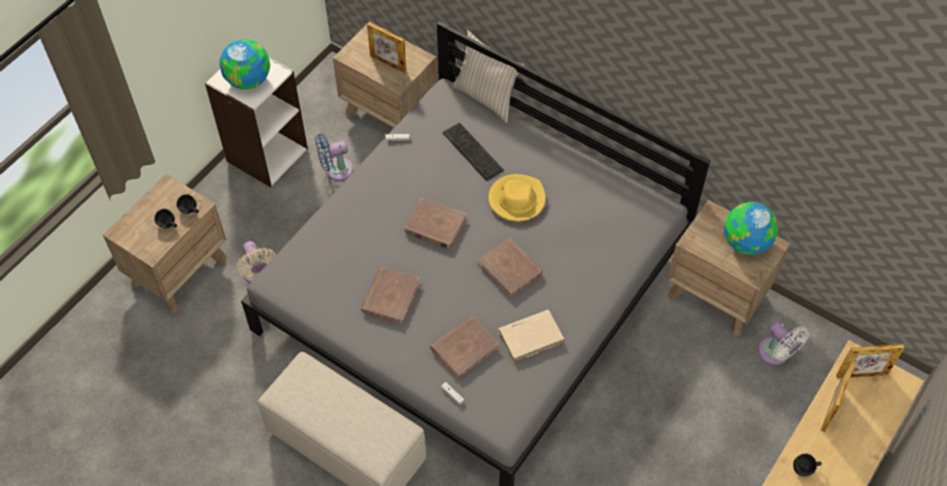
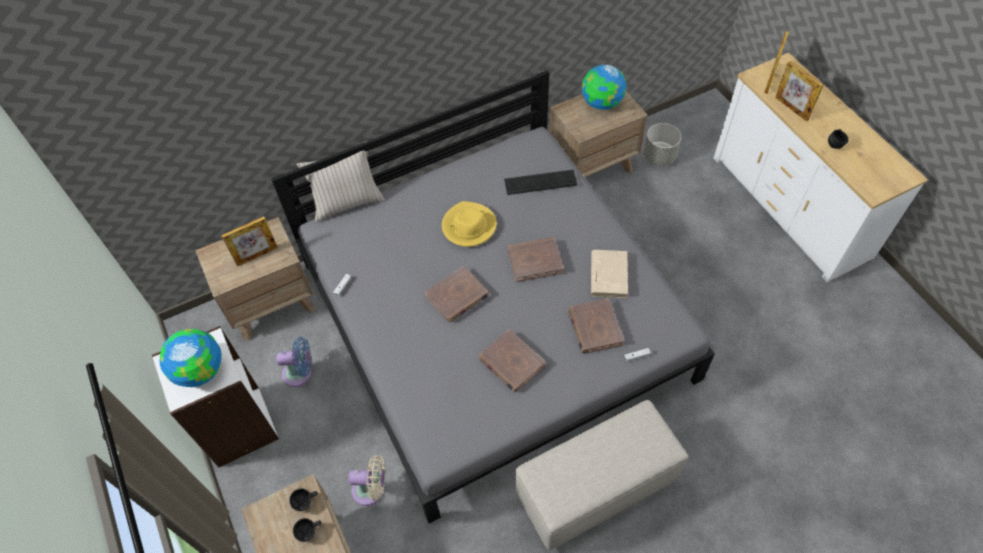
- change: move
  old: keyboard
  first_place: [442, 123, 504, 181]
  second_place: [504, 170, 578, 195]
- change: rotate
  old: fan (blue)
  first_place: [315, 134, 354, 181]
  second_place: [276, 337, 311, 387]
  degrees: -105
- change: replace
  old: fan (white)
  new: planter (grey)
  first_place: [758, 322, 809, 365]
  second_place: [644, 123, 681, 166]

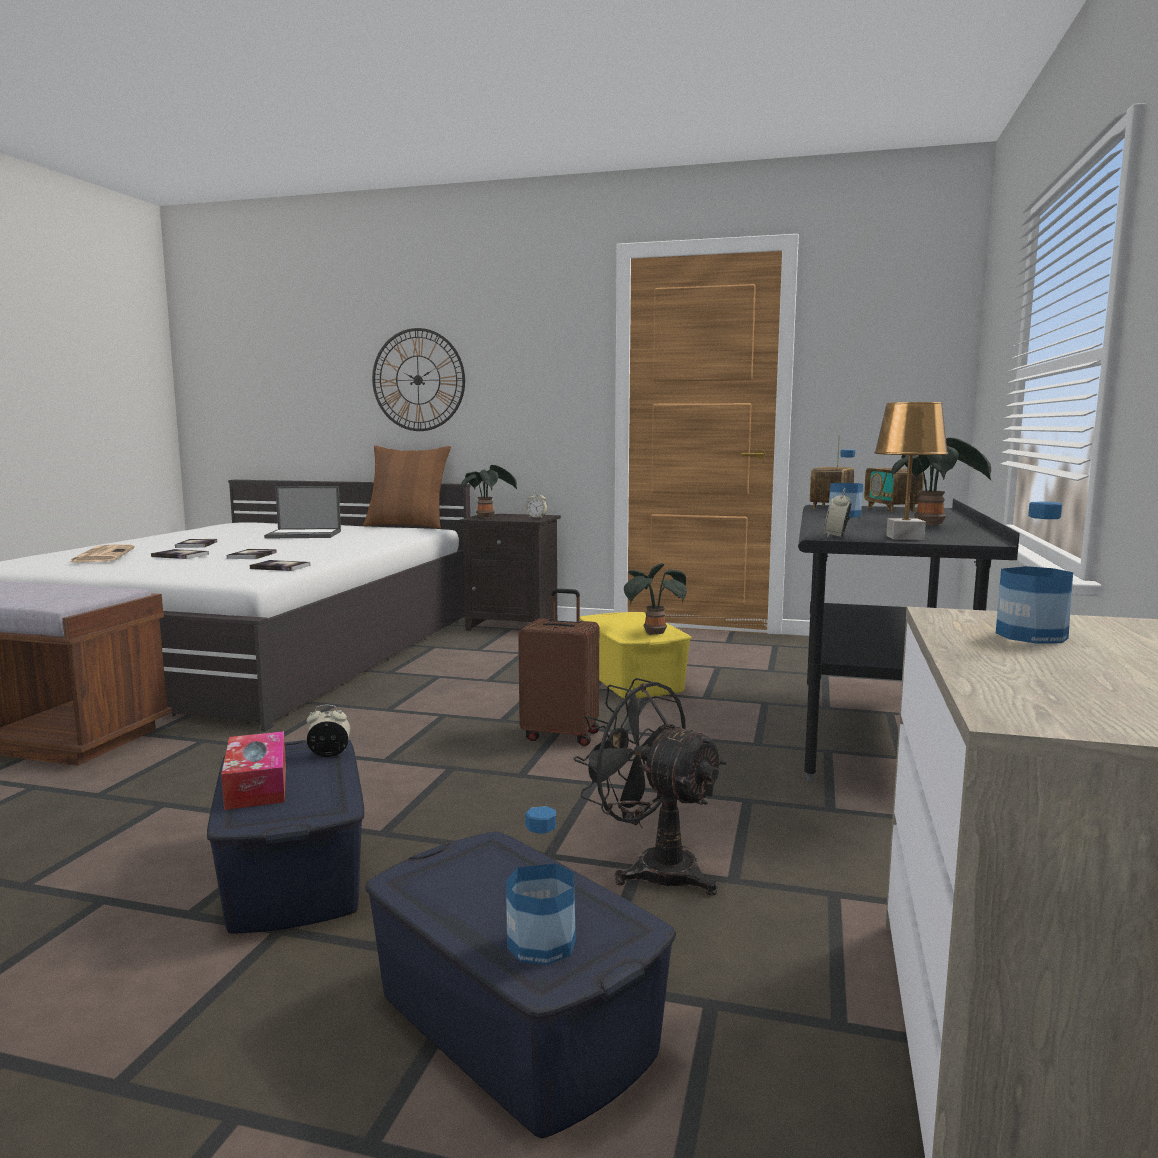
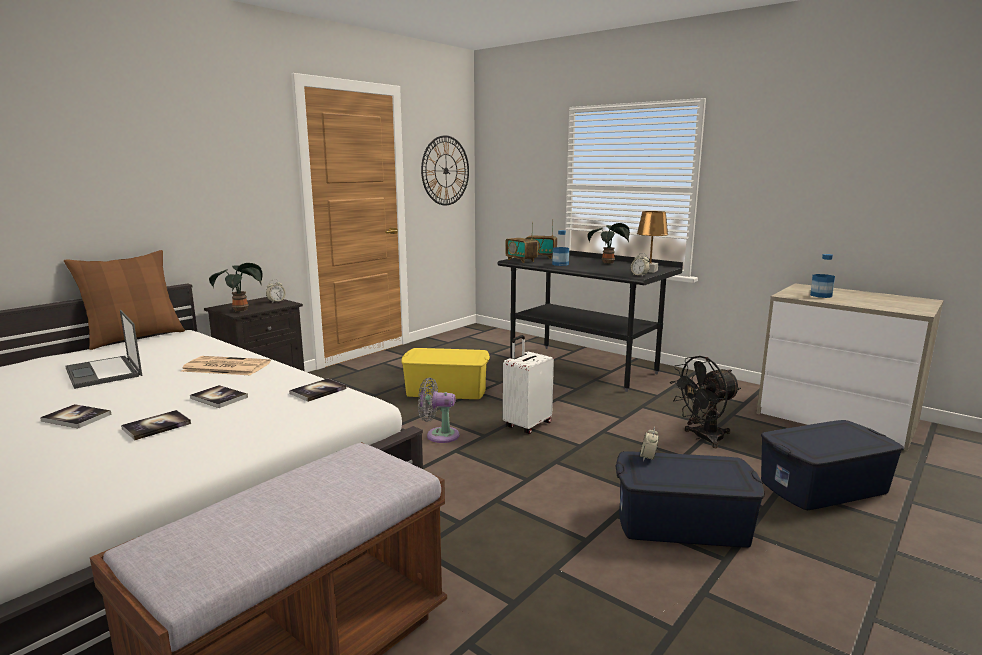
- change: move
  old: wall clock
  first_place: [372, 328, 465, 431]
  second_place: [421, 135, 469, 205]
- change: rotate
  old: laptop
  first_place: [264, 486, 341, 538]
  second_place: [65, 310, 142, 389]
  degrees: 120
- change: move
  old: newspaper
  first_place: [70, 545, 135, 563]
  second_place: [181, 356, 271, 375]
- change: delete
  old: potted plant
  first_place: [624, 563, 687, 635]
- change: recolor
  old: suitcase (brown)
  new: suitcase (white)
  first_place: [518, 589, 599, 746]
  second_place: [503, 335, 554, 434]
- change: delete
  old: tissue box
  first_place: [221, 731, 286, 810]
- change: delete
  old: bottle
  first_place: [506, 806, 576, 965]
- change: insert
  new: fan (grey)
  second_place: [418, 378, 459, 443]

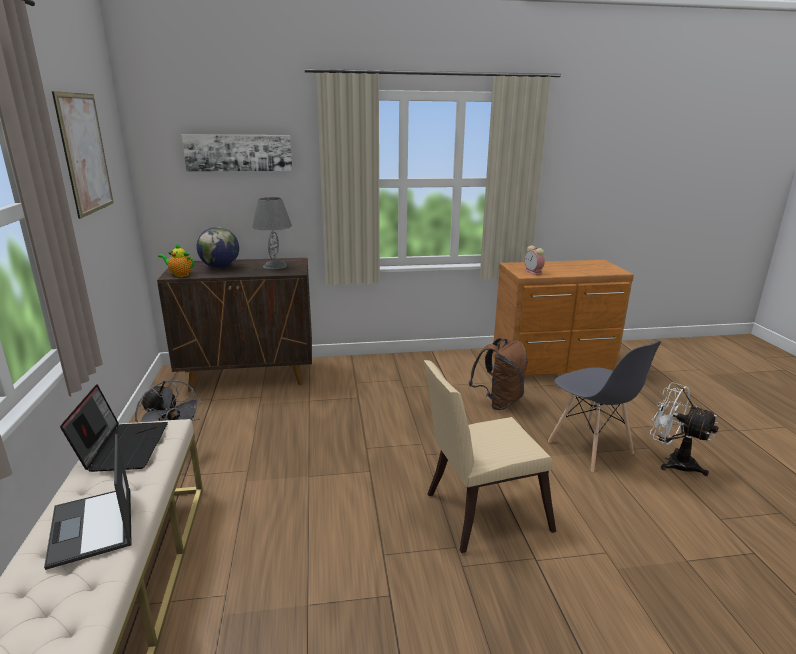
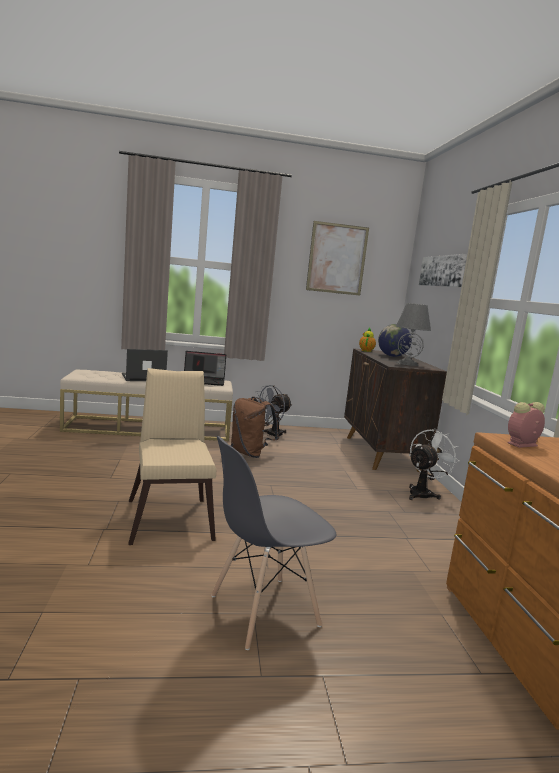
- change: move
  old: backpack (brown)
  first_place: [469, 338, 528, 410]
  second_place: [231, 397, 279, 458]
- change: move
  old: fan (white)
  first_place: [650, 382, 719, 476]
  second_place: [409, 429, 459, 500]

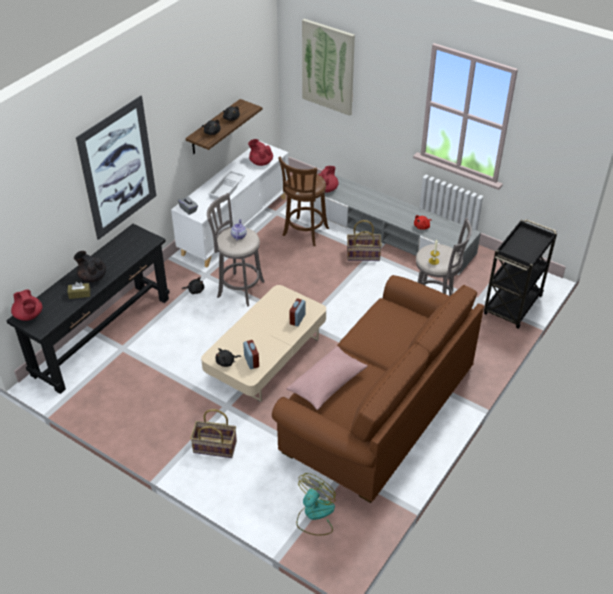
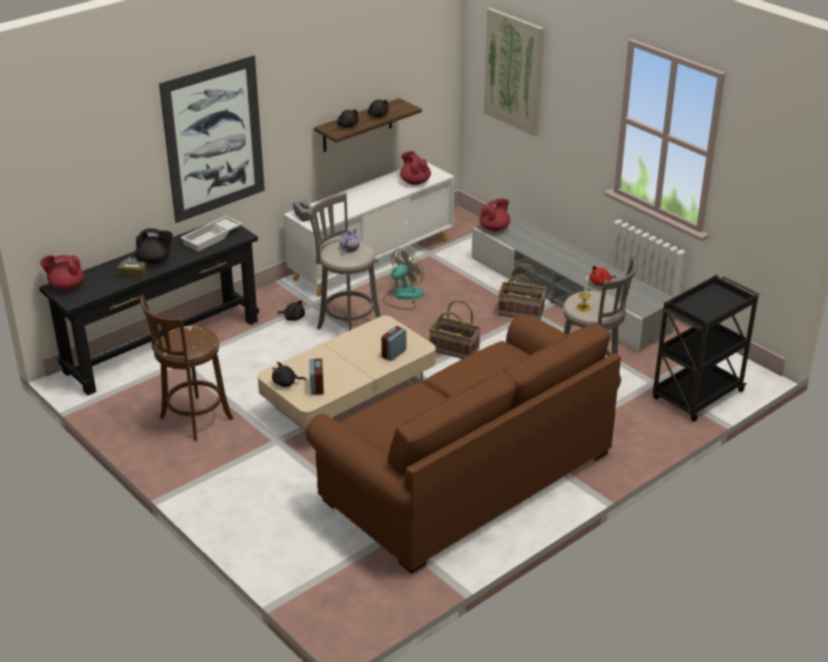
- change: move
  old: stool (brown)
  first_place: [278, 157, 329, 246]
  second_place: [140, 295, 233, 441]
- change: move
  old: tray (white)
  first_place: [208, 170, 245, 203]
  second_place: [180, 216, 242, 252]
- change: rotate
  old: teapot (black)
  first_place: [74, 251, 106, 282]
  second_place: [136, 228, 173, 264]
  degrees: 135
- change: rotate
  old: teapot (red)
  first_place: [11, 290, 43, 321]
  second_place: [40, 255, 84, 290]
  degrees: 105
- change: delete
  old: pillow (pink)
  first_place: [287, 346, 368, 410]
- change: move
  old: basket
  first_place: [190, 409, 237, 458]
  second_place: [429, 300, 481, 359]
- change: move
  old: fan
  first_place: [297, 473, 336, 536]
  second_place: [383, 248, 425, 310]

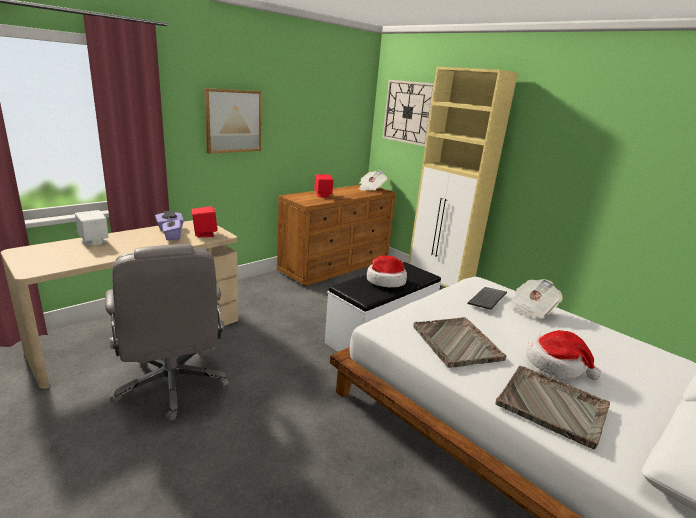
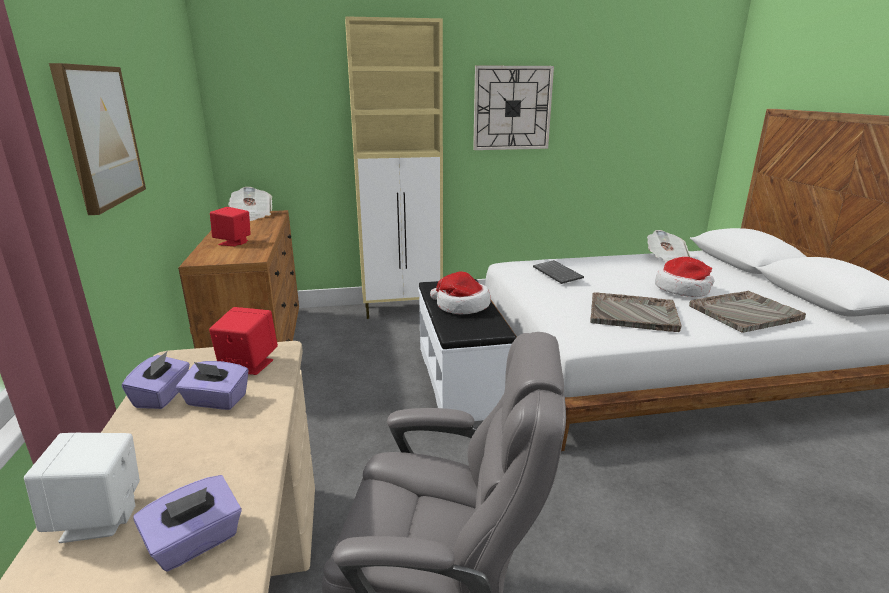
- change: move
  old: wall clock
  first_place: [382, 80, 434, 146]
  second_place: [473, 65, 554, 150]
- change: move
  old: newspaper
  first_place: [513, 279, 563, 318]
  second_place: [647, 230, 691, 262]
- change: insert
  new: tissue box (purple)
  second_place: [133, 475, 242, 571]

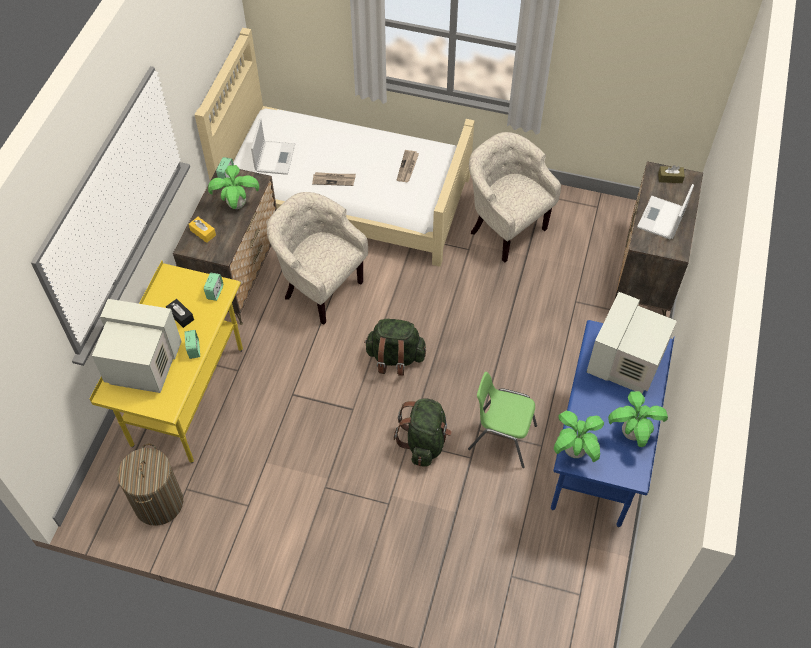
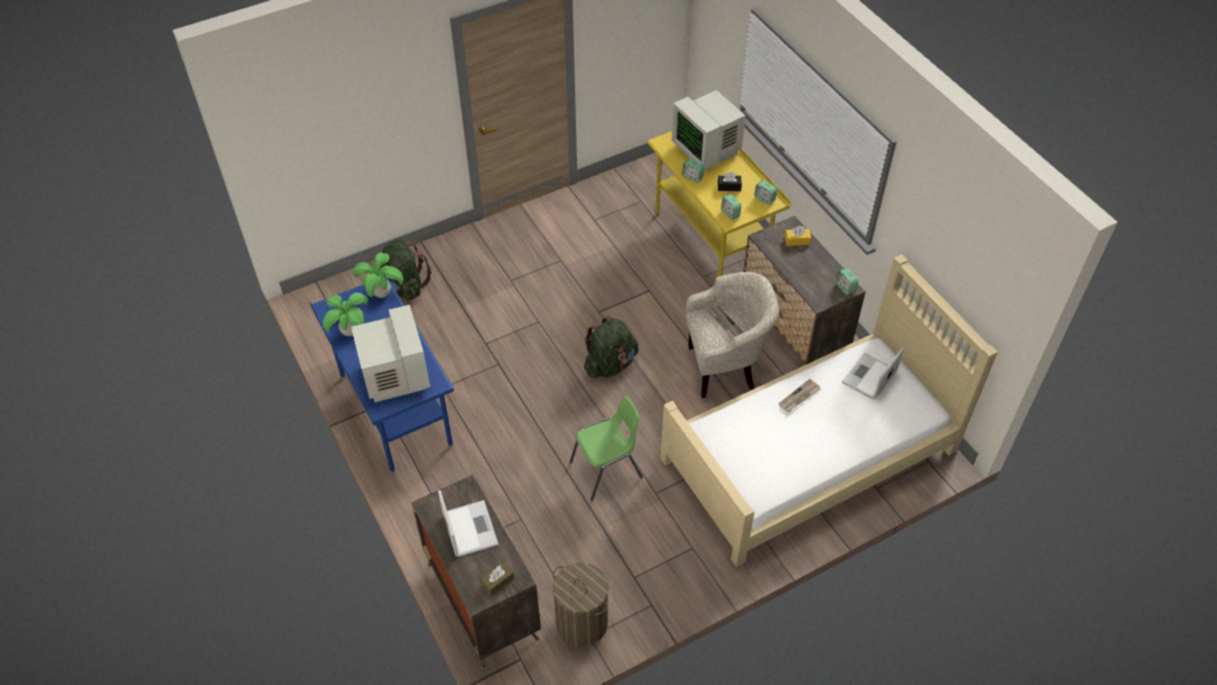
- change: rotate
  old: laptop
  first_place: [251, 118, 295, 175]
  second_place: [842, 347, 904, 400]
  degrees: 75
- change: delete
  old: armchair (beige)
  first_place: [469, 132, 561, 263]
- change: move
  old: newspaper
  first_place: [397, 150, 419, 182]
  second_place: [707, 306, 744, 339]
- change: delete
  old: potted plant
  first_place: [208, 165, 259, 209]
- change: rotate
  old: monitor
  first_place: [92, 299, 182, 393]
  second_place: [672, 90, 746, 170]
  degrees: 90
- change: move
  old: chair (green)
  first_place: [468, 372, 537, 468]
  second_place: [569, 396, 643, 501]
- change: move
  old: backpack (green)
  first_place: [394, 398, 452, 467]
  second_place: [381, 240, 431, 301]
- change: move
  old: laundry basket
  first_place: [117, 444, 183, 526]
  second_place: [553, 563, 609, 647]
- change: insert
  new: alarm clock
  second_place: [754, 180, 777, 205]

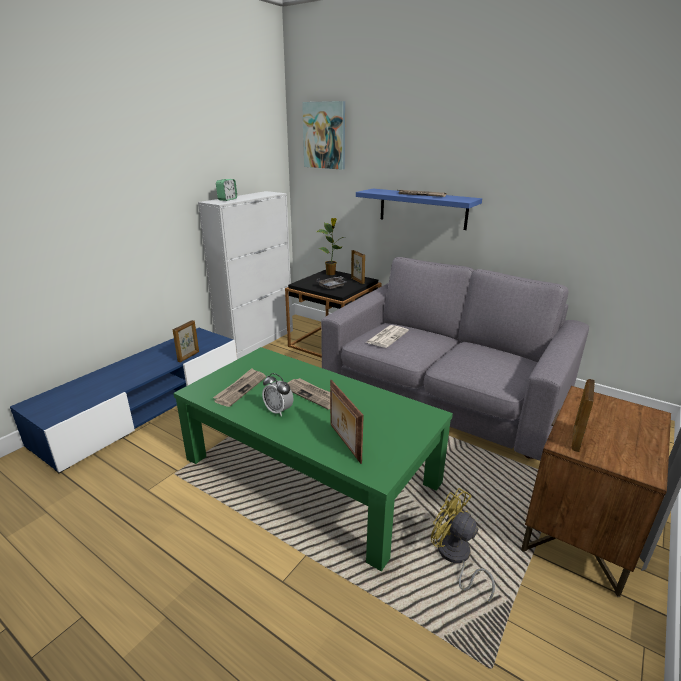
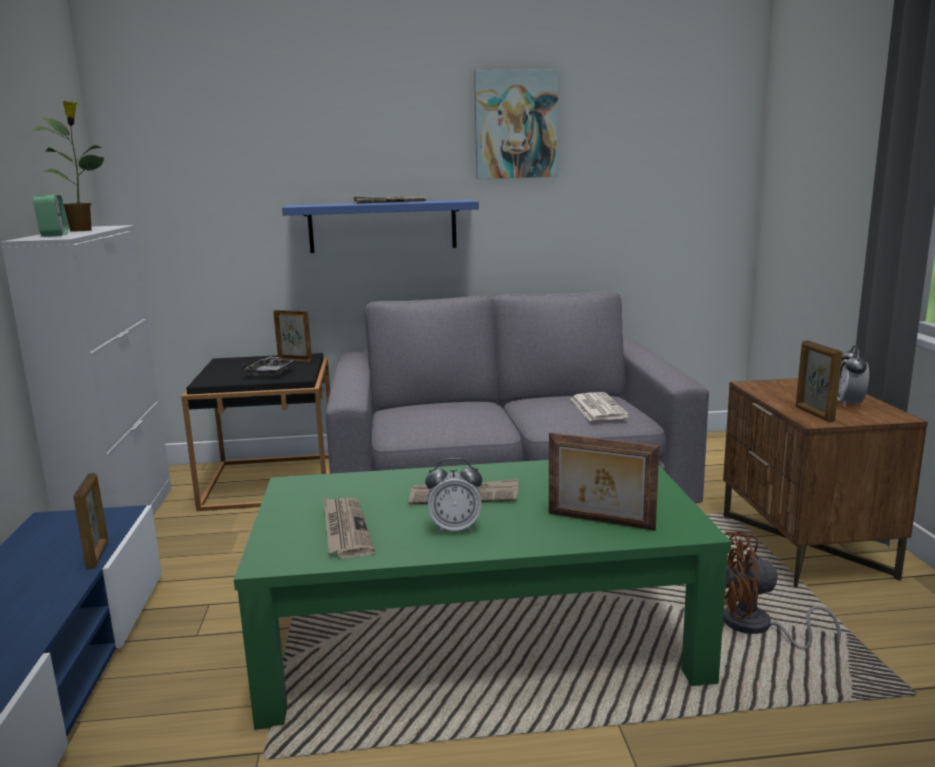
- change: move
  old: picture
  first_place: [302, 101, 345, 170]
  second_place: [474, 69, 558, 179]
- change: move
  old: potted plant
  first_place: [317, 218, 346, 275]
  second_place: [32, 101, 104, 232]
- change: move
  old: newspaper
  first_place: [365, 325, 409, 348]
  second_place: [571, 392, 630, 421]
- change: recolor
  old: fan (yellow)
  new: fan (brown)
  first_place: [431, 488, 495, 604]
  second_place: [723, 531, 841, 650]
- change: insert
  new: alarm clock
  second_place: [837, 345, 869, 407]

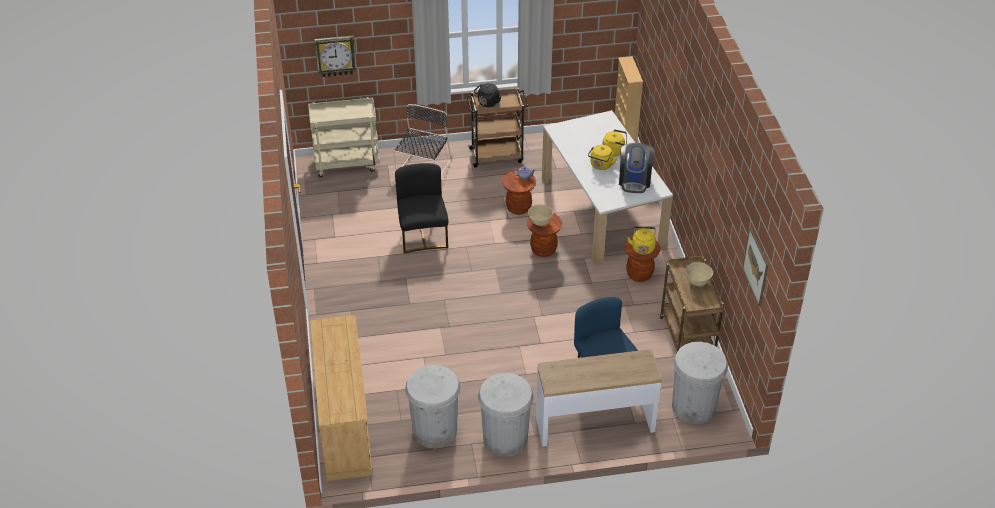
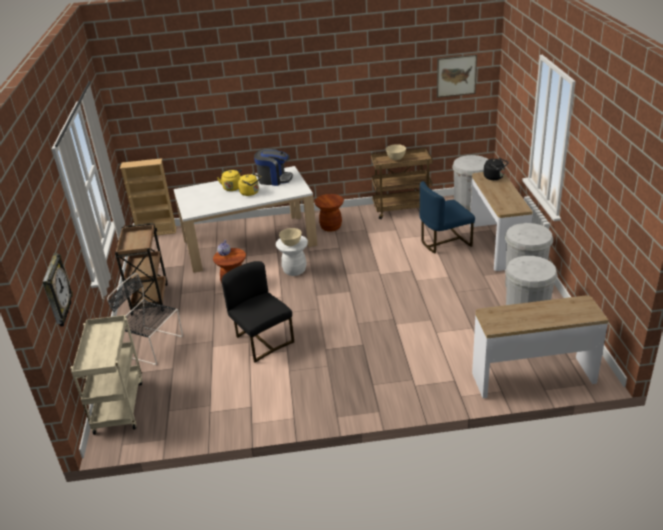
- change: move
  old: kettle (black)
  first_place: [474, 83, 501, 107]
  second_place: [484, 158, 509, 180]
- change: rotate
  old: chair (black)
  first_place: [395, 163, 448, 253]
  second_place: [221, 261, 294, 363]
  degrees: 60
- change: recolor
  old: stool (brown)
  new: stool (white)
  first_place: [527, 213, 562, 257]
  second_place: [276, 236, 308, 276]
- change: delete
  old: kettle (yellow)
  first_place: [627, 226, 656, 255]
- change: replace
  old: dresser (beige)
  new: console table
  first_place: [310, 315, 373, 481]
  second_place: [472, 295, 609, 398]

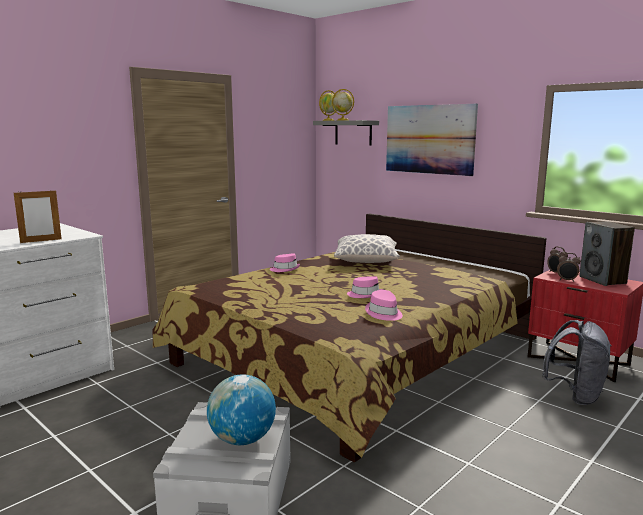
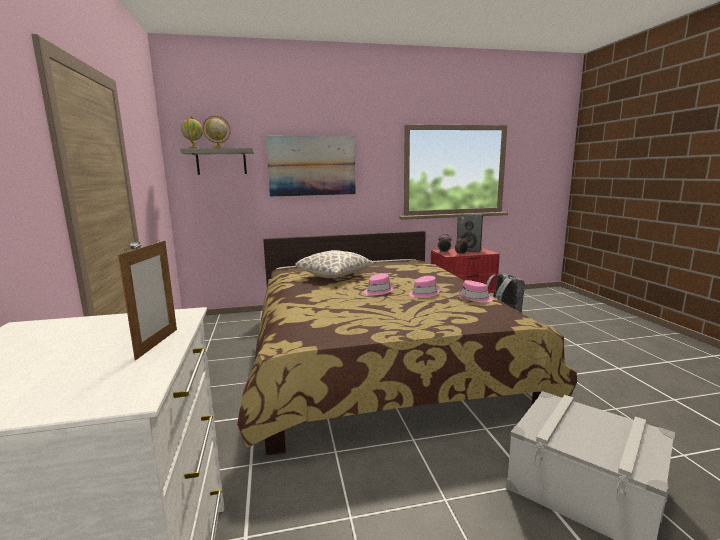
- change: move
  old: hat (pink)
  first_place: [270, 253, 300, 272]
  second_place: [364, 273, 394, 295]
- change: delete
  old: globe
  first_place: [207, 374, 276, 445]

